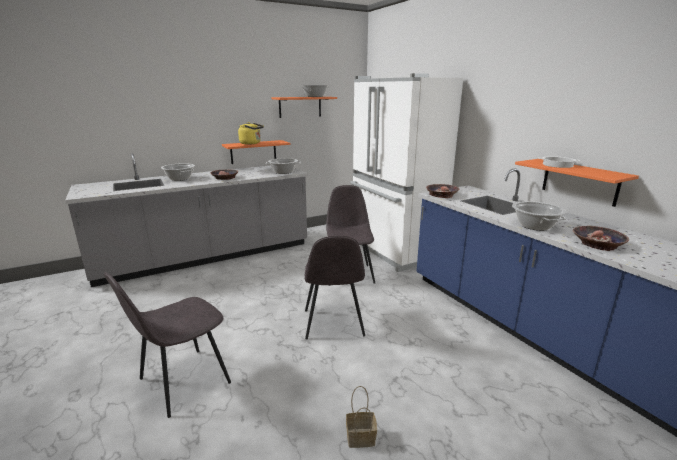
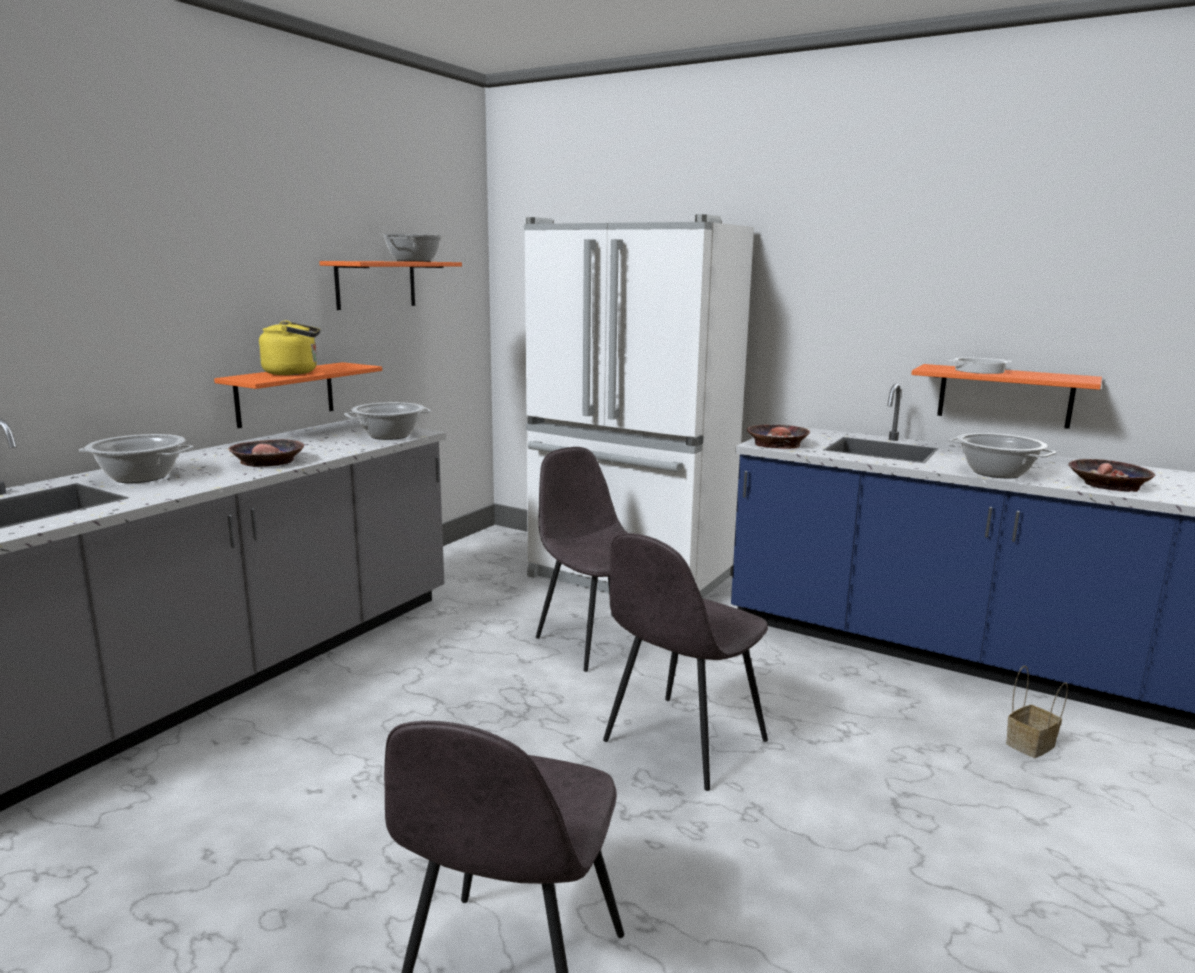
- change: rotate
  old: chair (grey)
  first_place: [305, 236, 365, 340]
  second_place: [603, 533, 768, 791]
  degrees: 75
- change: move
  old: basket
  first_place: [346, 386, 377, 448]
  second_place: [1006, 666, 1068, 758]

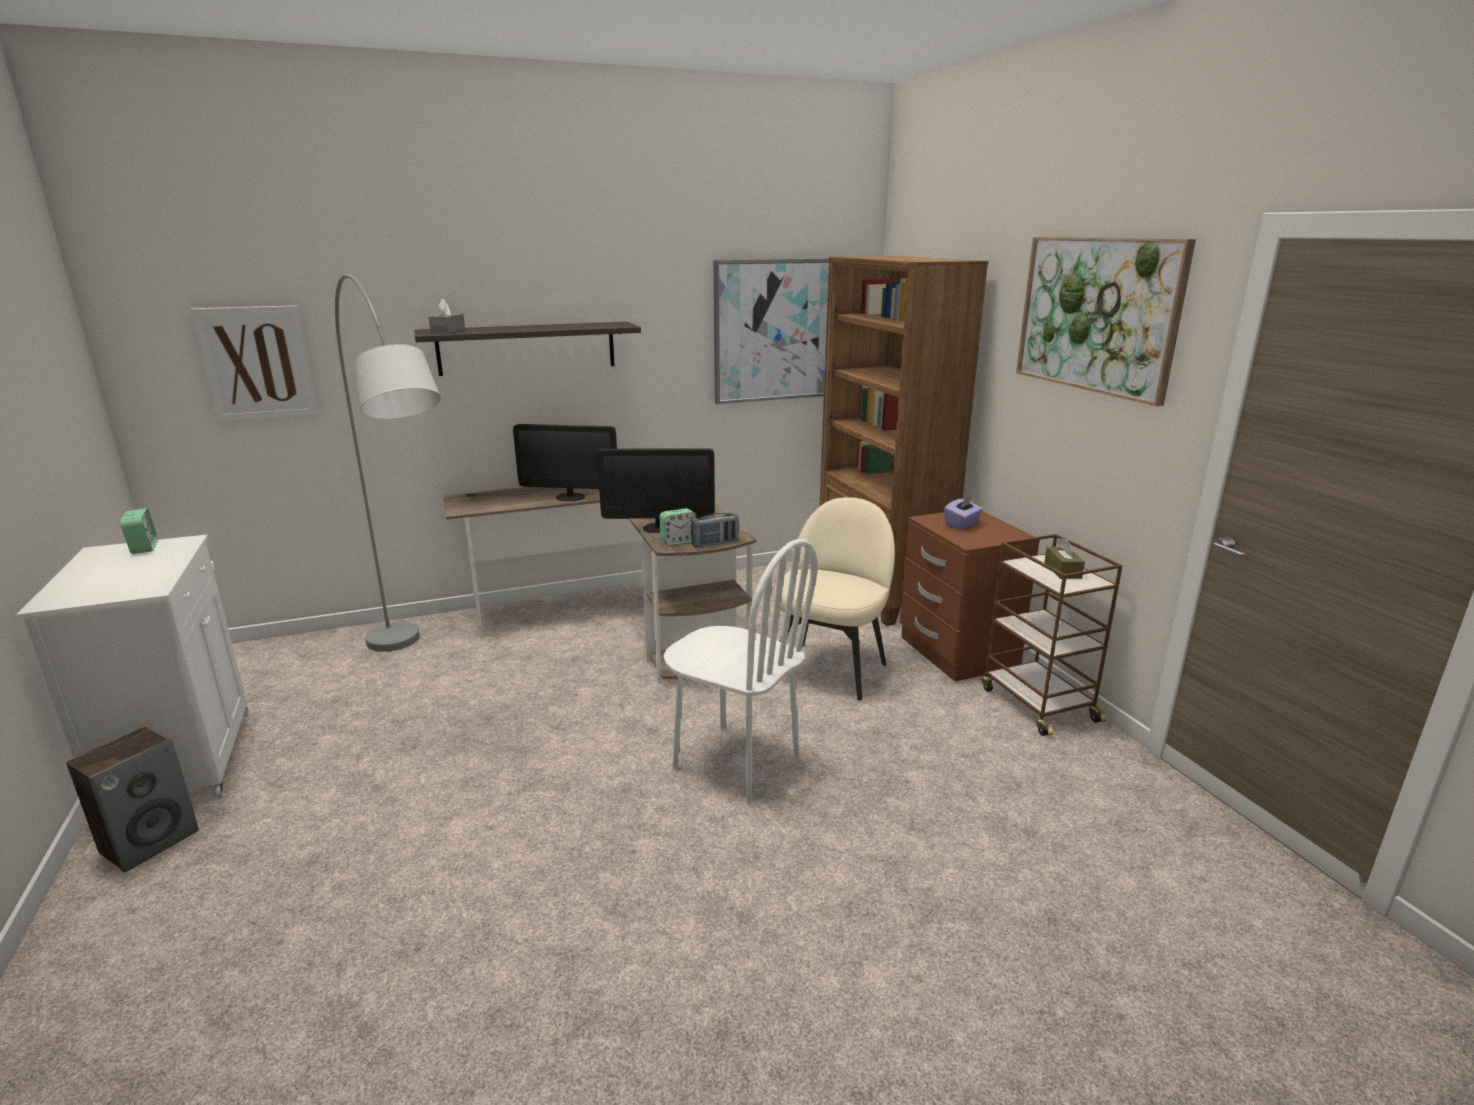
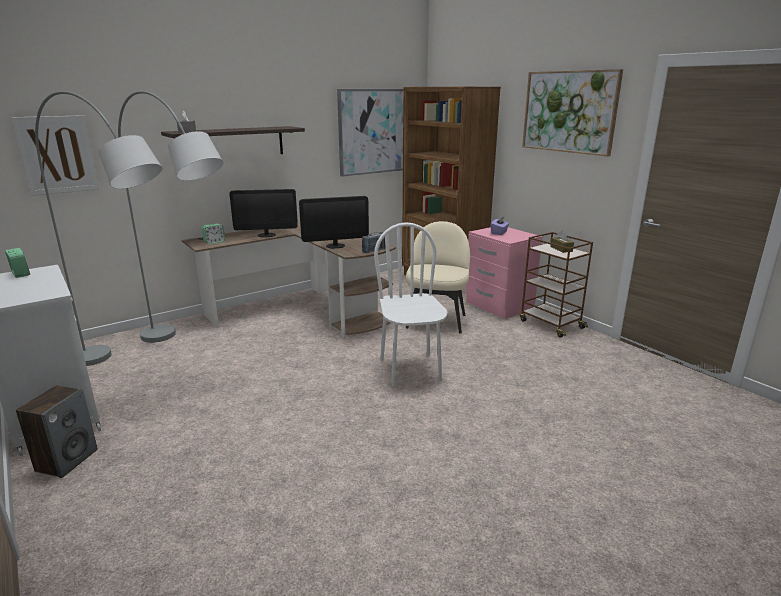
- change: move
  old: alarm clock
  first_place: [659, 508, 697, 545]
  second_place: [202, 223, 225, 244]
- change: recolor
  old: nightstand (brown)
  new: nightstand (pink)
  first_place: [900, 511, 1040, 681]
  second_place: [465, 227, 542, 319]
- change: rotate
  old: chair (white)
  first_place: [663, 539, 818, 804]
  second_place: [374, 222, 448, 386]
  degrees: -120
- change: insert
  new: floor lamp (grey)
  second_place: [35, 91, 162, 366]

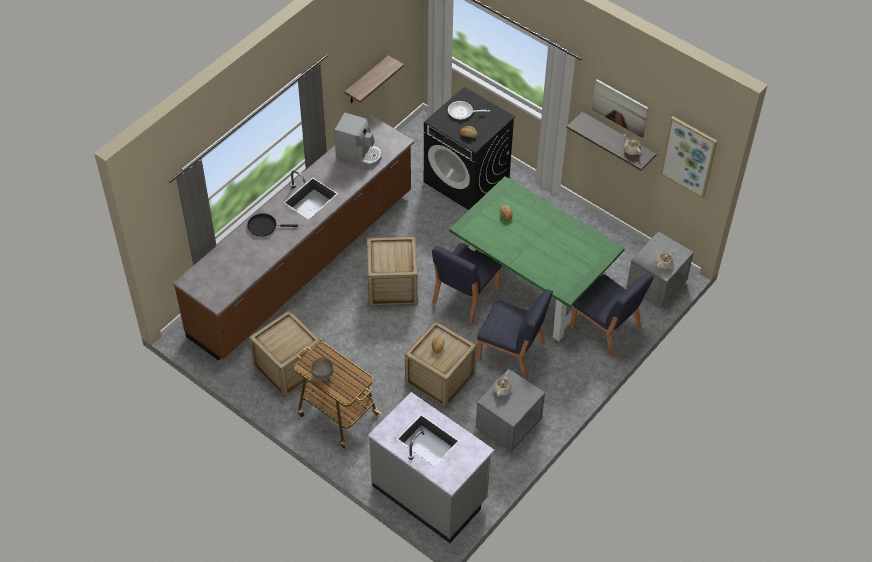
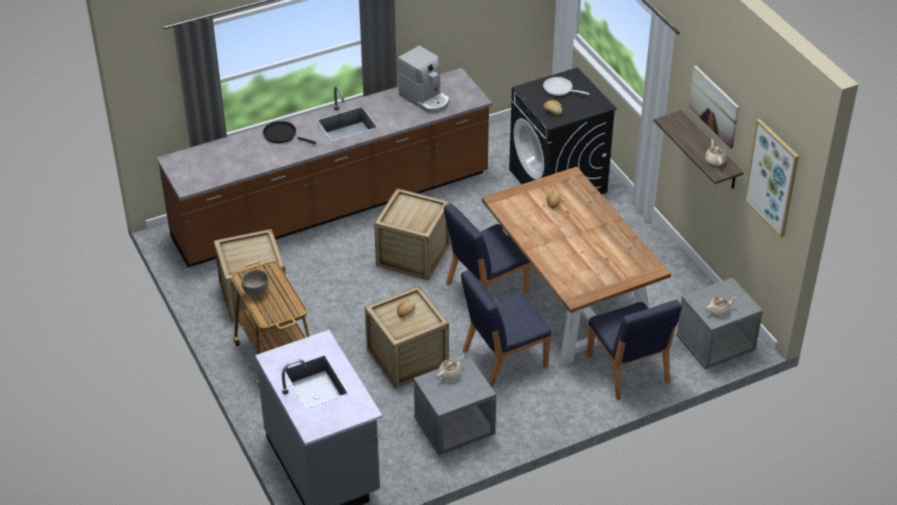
- change: delete
  old: shelf
  first_place: [344, 55, 404, 103]
- change: recolor
  old: dining table (green)
  new: dining table (brown)
  first_place: [449, 176, 625, 341]
  second_place: [482, 167, 671, 365]
- change: rotate
  old: chair (blue)
  first_place: [477, 289, 553, 379]
  second_place: [461, 270, 551, 388]
  degrees: 105

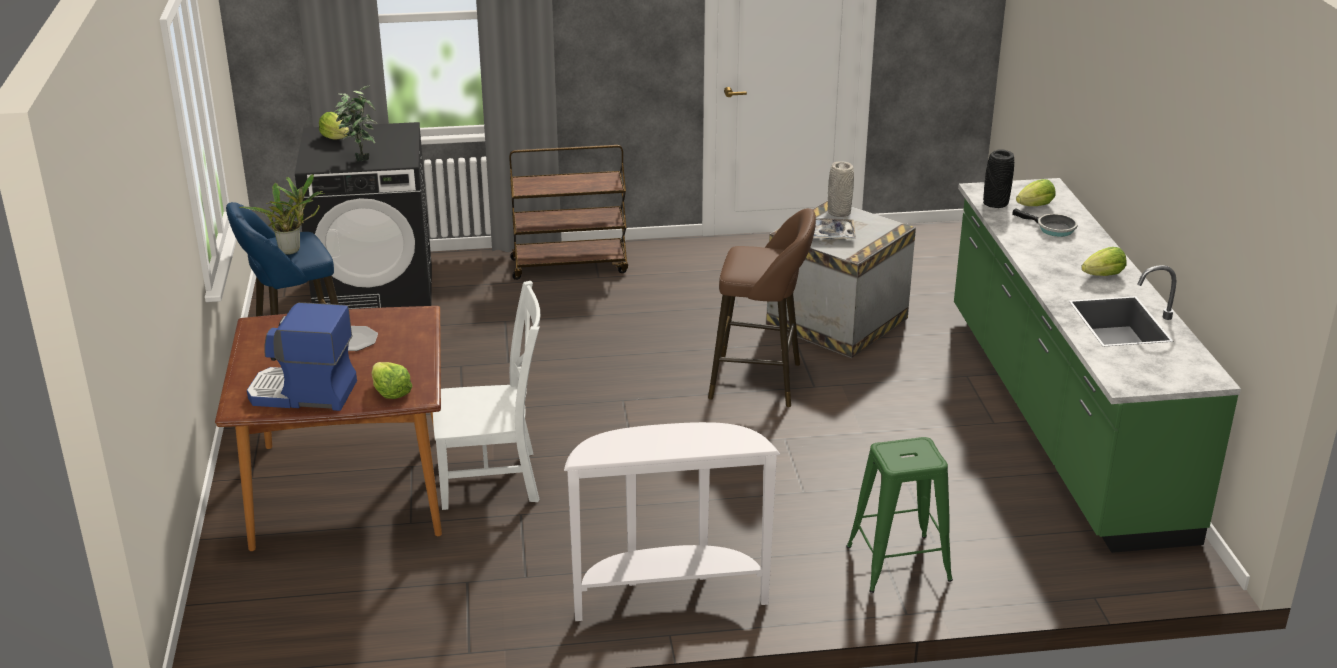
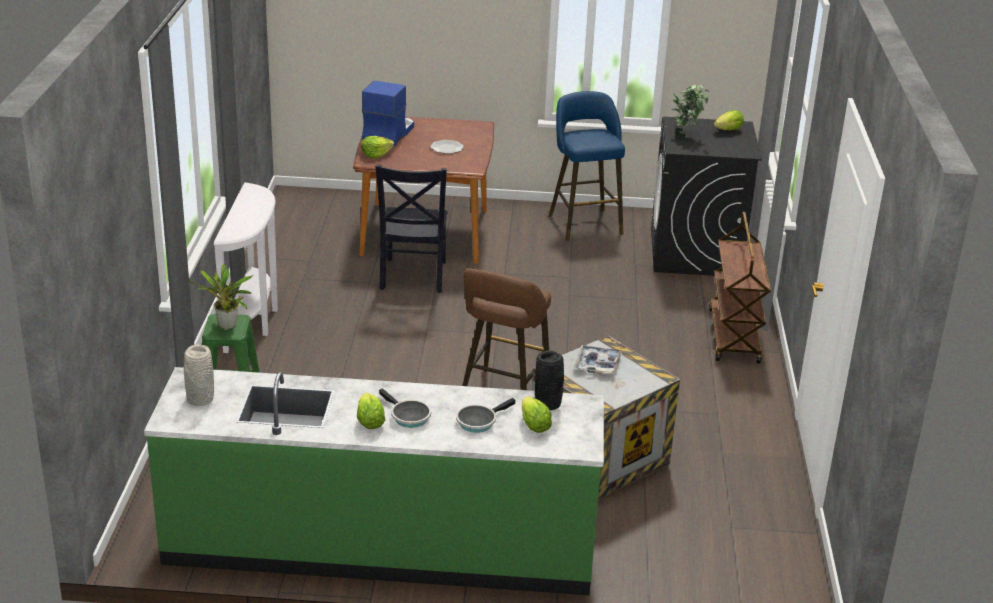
- change: move
  old: vase (grey)
  first_place: [828, 161, 854, 217]
  second_place: [184, 344, 214, 406]
- change: move
  old: potted plant
  first_place: [239, 174, 325, 255]
  second_place: [187, 264, 253, 330]
- change: recolor
  old: chair (white)
  new: chair (black)
  first_place: [433, 281, 540, 510]
  second_place: [375, 164, 448, 293]
- change: insert
  new: frying pan
  second_place: [379, 389, 431, 428]

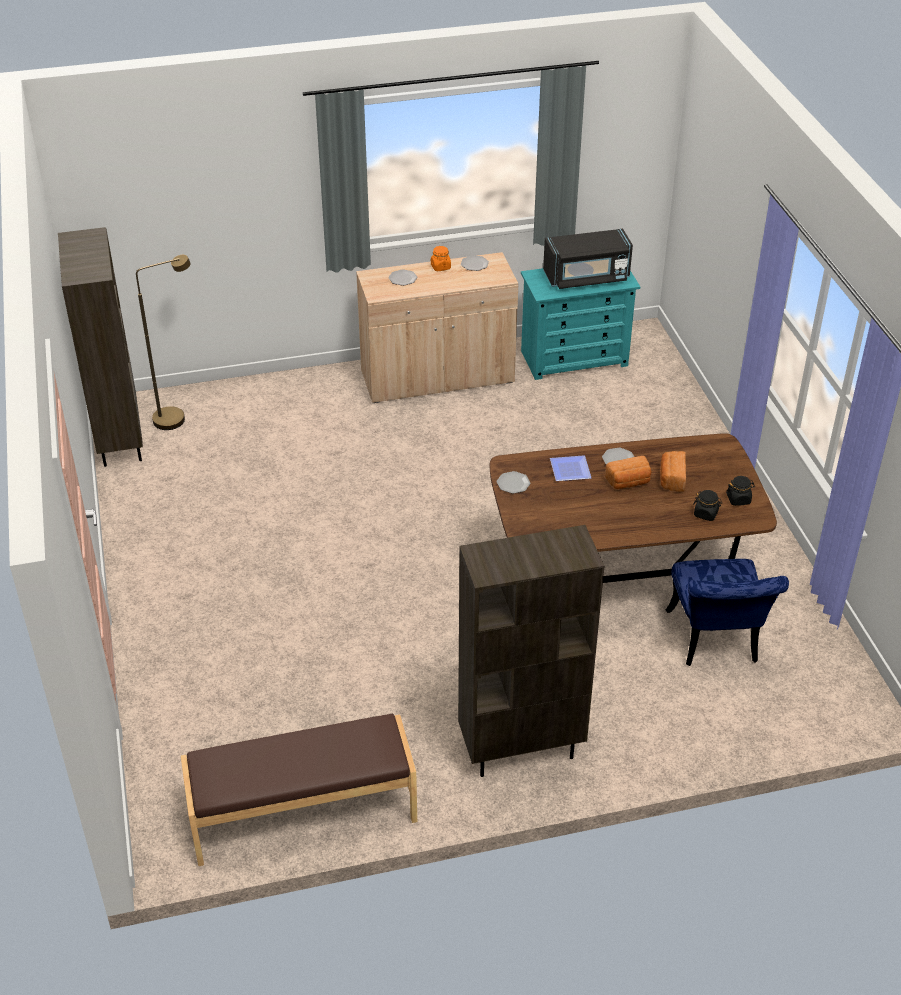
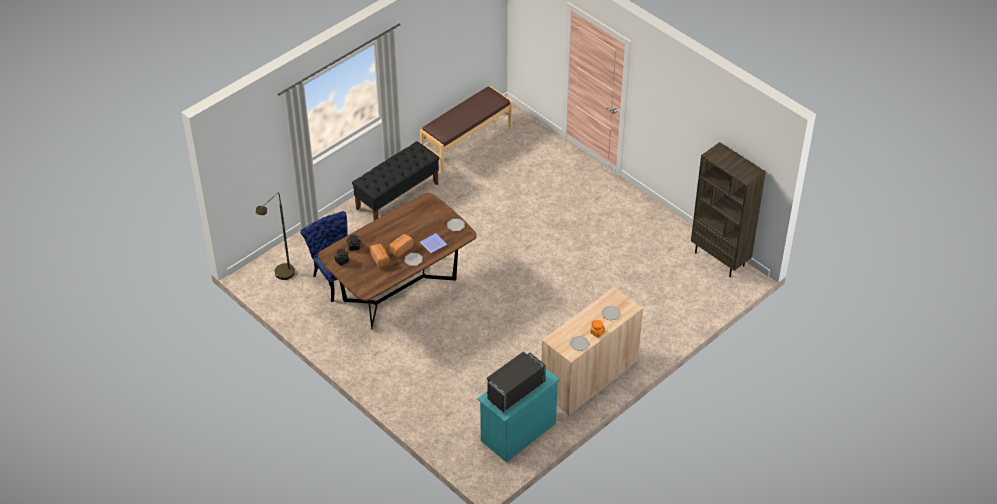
- change: move
  old: floor lamp (brown)
  first_place: [136, 255, 191, 430]
  second_place: [256, 192, 295, 280]
- change: replace
  old: bookcase (brown)
  new: bench (black)
  first_place: [458, 525, 604, 777]
  second_place: [352, 141, 439, 220]

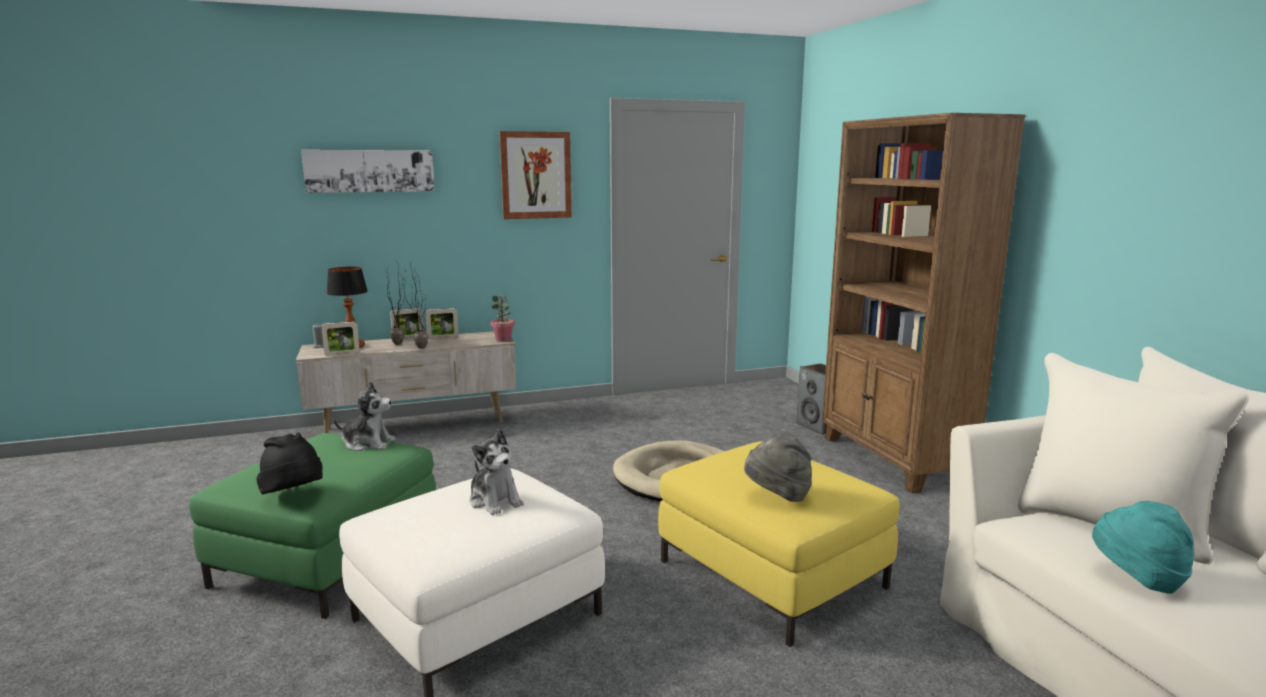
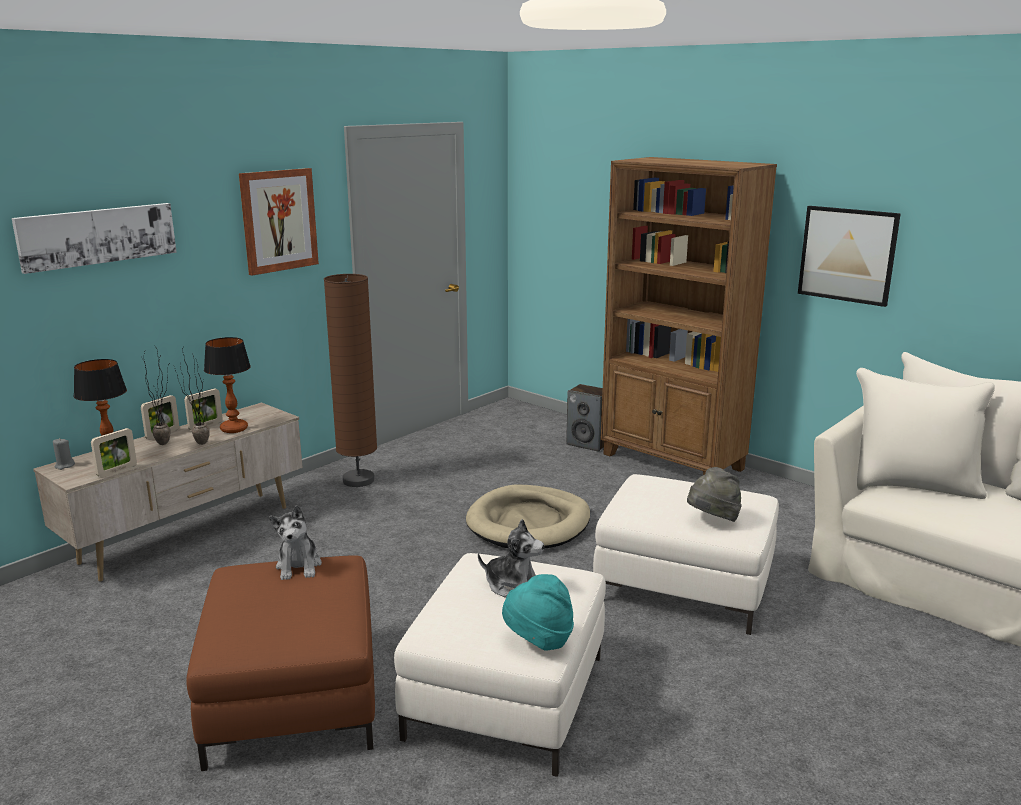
- change: delete
  old: potted plant
  first_place: [491, 295, 515, 342]
- change: rotate
  old: plush toy
  first_place: [333, 381, 396, 451]
  second_place: [269, 505, 322, 580]
  degrees: 105
- change: delete
  old: hat (black)
  first_place: [256, 432, 323, 494]
- change: recolor
  old: ottoman (green)
  new: ottoman (brown)
  first_place: [189, 433, 436, 619]
  second_place: [186, 555, 375, 771]
- change: recolor
  old: ottoman (yellow)
  new: ottoman (white)
  first_place: [658, 441, 900, 647]
  second_place: [593, 474, 779, 635]
- change: move
  old: hat (turquoise)
  first_place: [1092, 501, 1194, 594]
  second_place: [502, 574, 574, 651]
- change: insert
  new: picture
  second_place: [798, 206, 901, 307]
- change: insert
  new: floor lamp (brown)
  second_place: [324, 274, 377, 487]
- change: insert
  new: table lamp
  second_place: [204, 337, 251, 433]

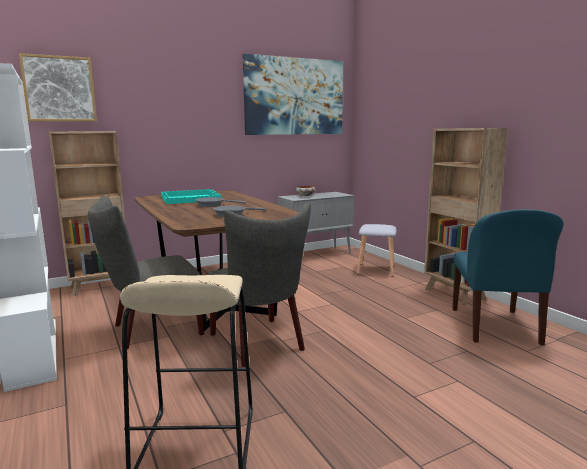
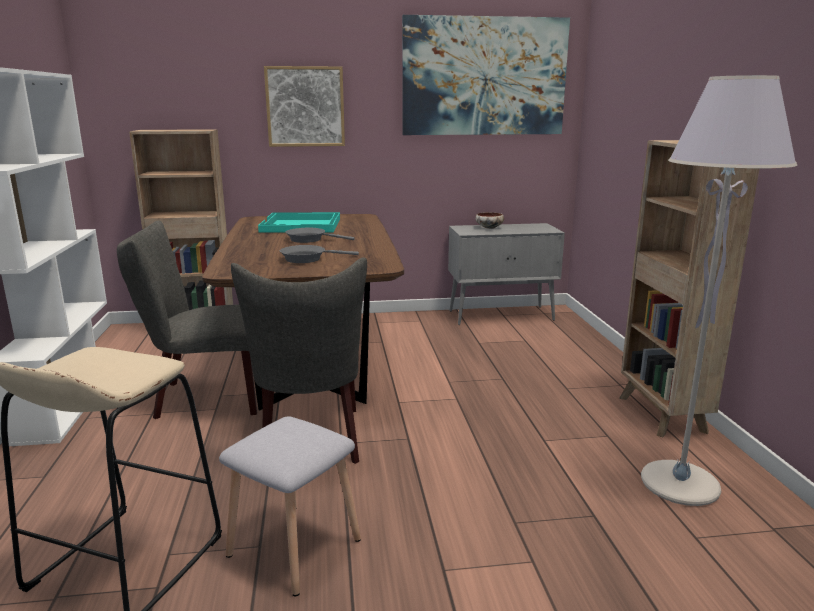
- change: move
  old: picture
  first_place: [19, 53, 97, 122]
  second_place: [264, 66, 345, 147]
- change: replace
  old: chair (blue)
  new: floor lamp (grey)
  first_place: [452, 209, 564, 345]
  second_place: [641, 75, 797, 506]
- change: move
  old: stool (grey)
  first_place: [357, 224, 397, 277]
  second_place: [219, 416, 361, 596]

